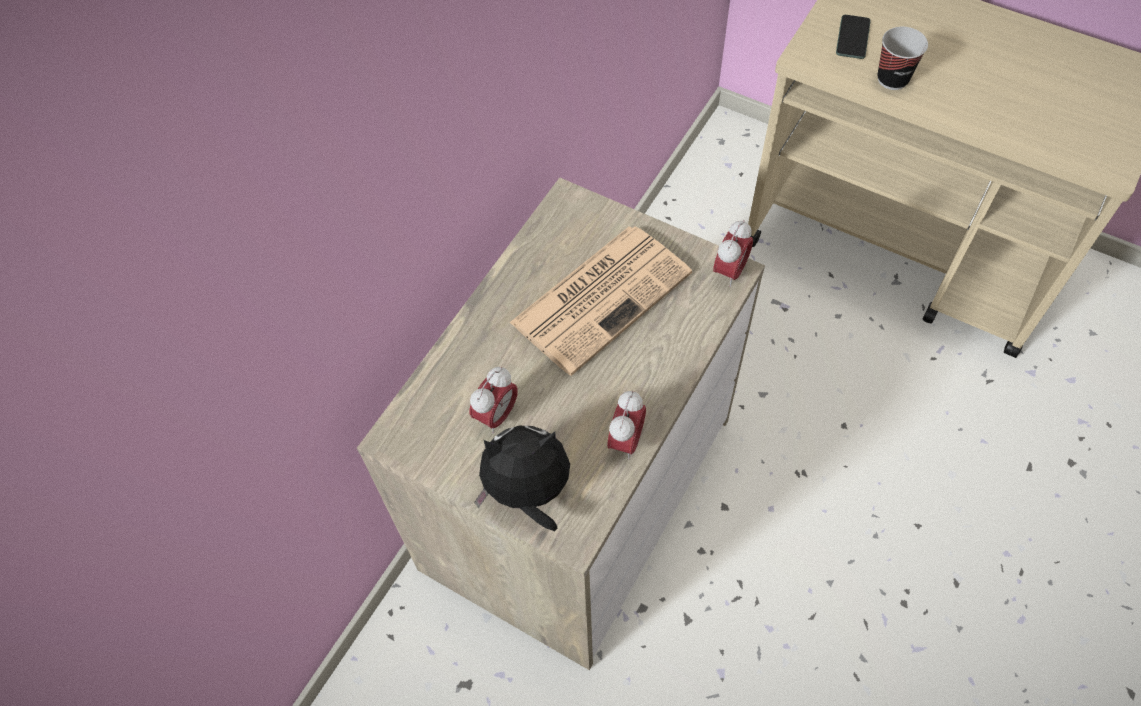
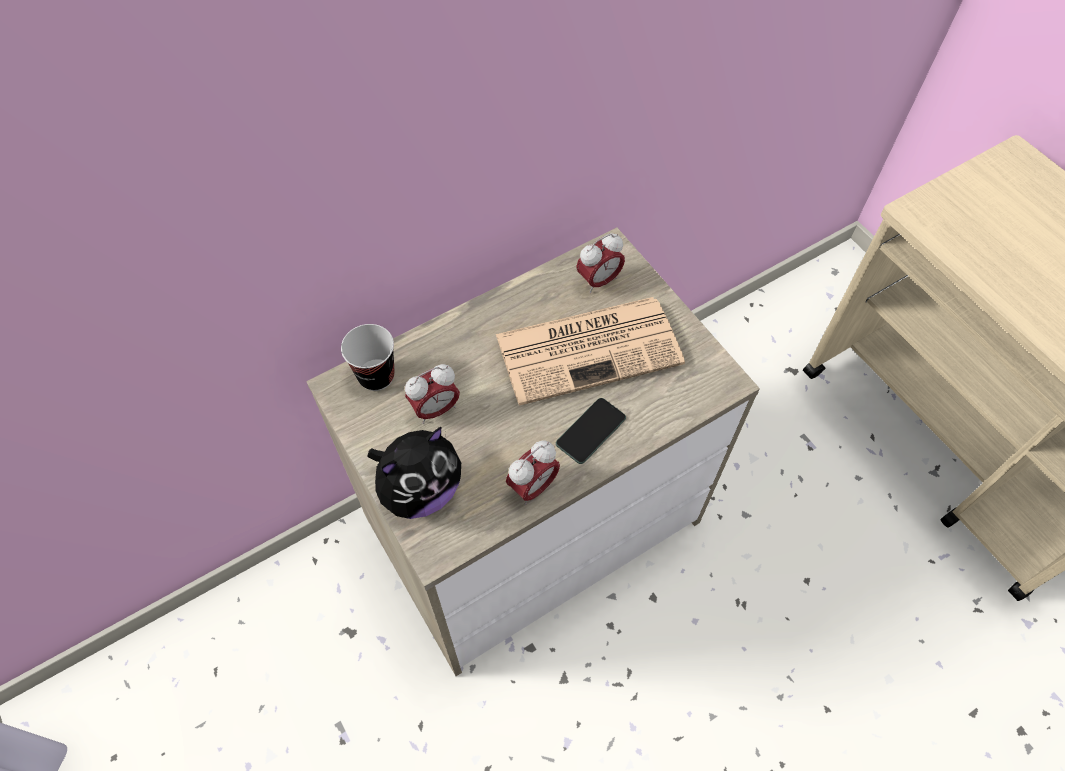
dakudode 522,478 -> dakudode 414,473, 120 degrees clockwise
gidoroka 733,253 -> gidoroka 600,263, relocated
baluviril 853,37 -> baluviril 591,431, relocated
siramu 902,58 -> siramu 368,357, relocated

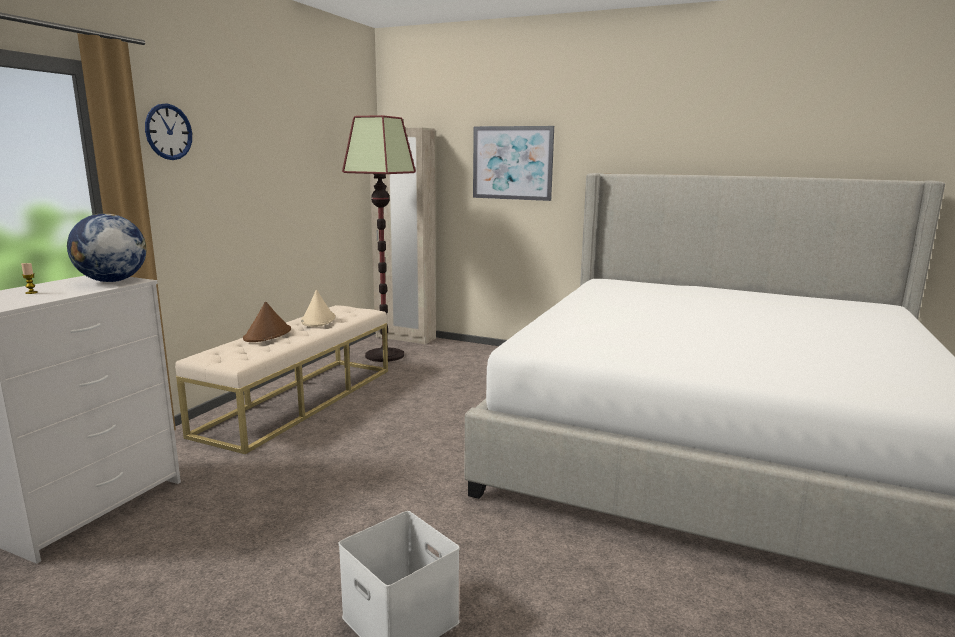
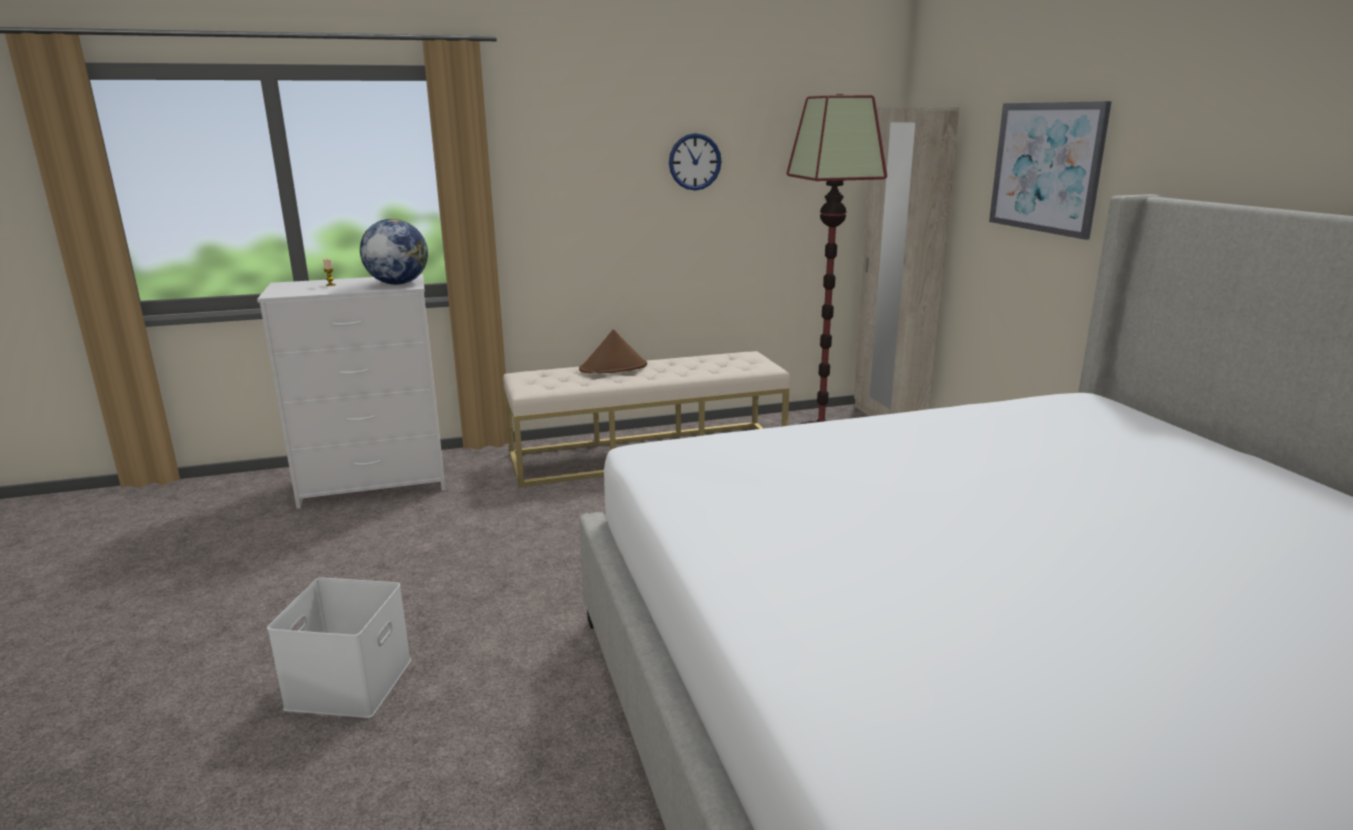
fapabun 168,131 -> fapabun 695,162, relocated
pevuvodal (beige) 318,308 -> none

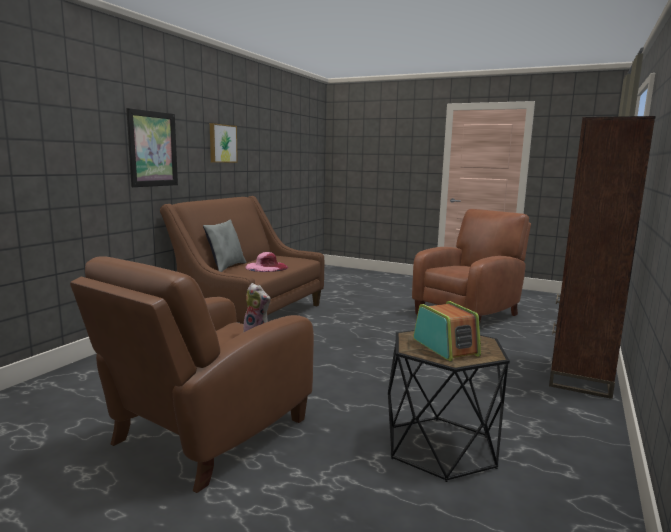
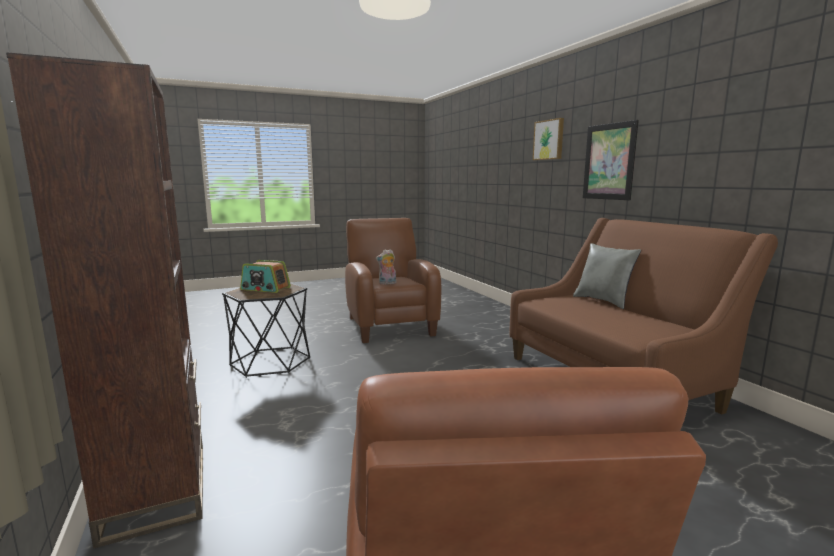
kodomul 224,143 -> kodomul 548,139, relocated
pevuvodal (pink) 266,262 -> none

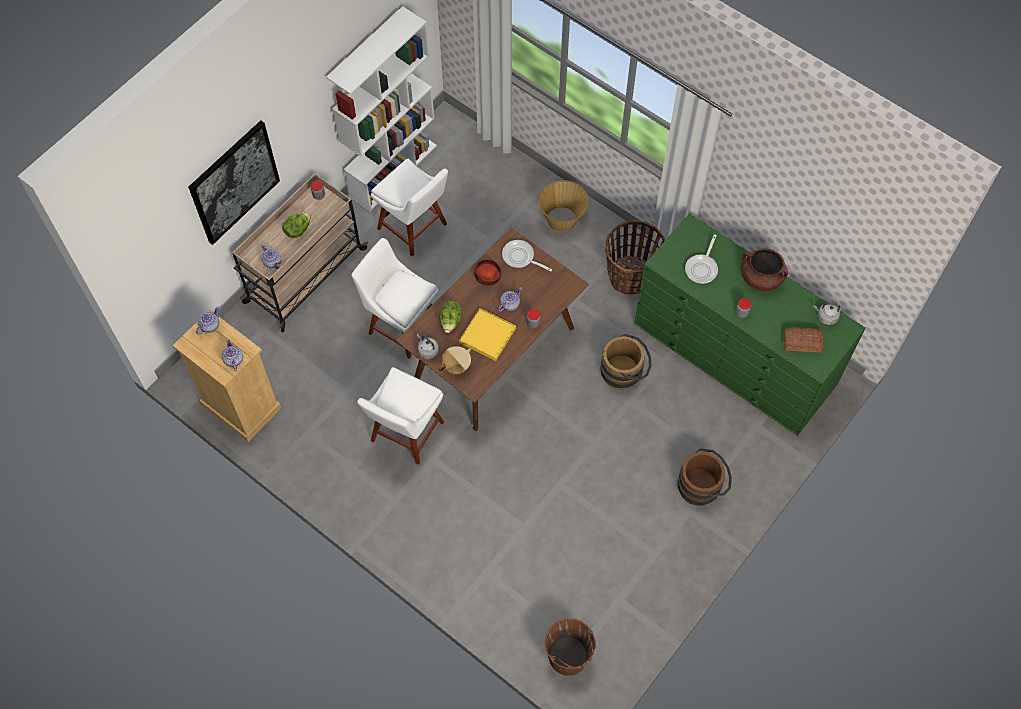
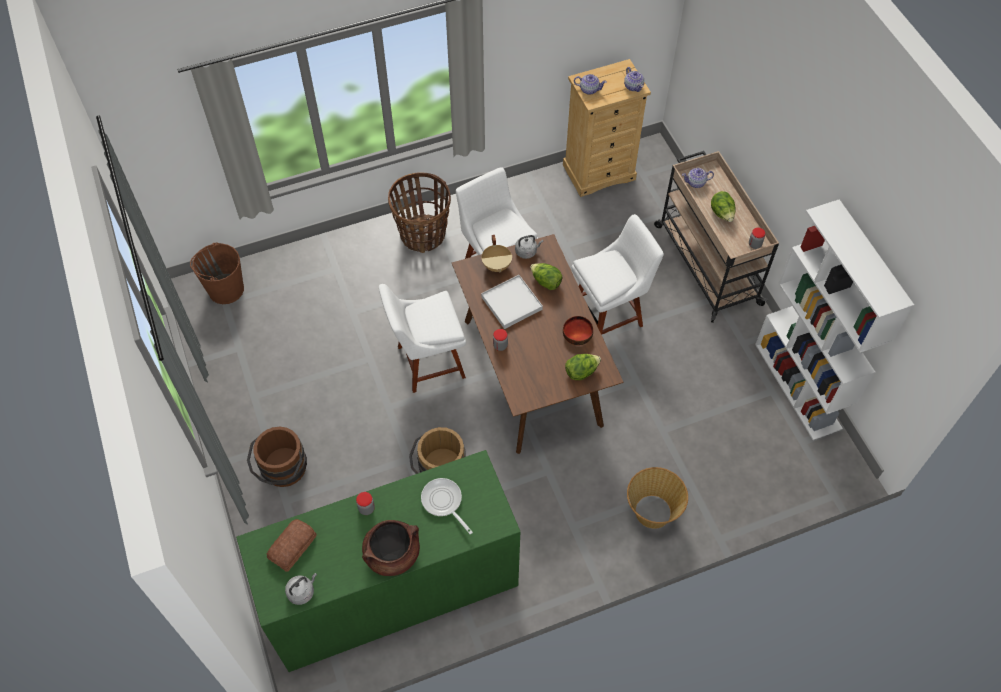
kodomul 234,182 -> none
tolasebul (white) 409,208 -> tolasebul (white) 422,338, relocated
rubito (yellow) 487,334 -> rubito (white) 512,302
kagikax 510,299 -> none
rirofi 527,256 -> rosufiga 583,367
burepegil 635,257 -> burepegil 419,212, relocated

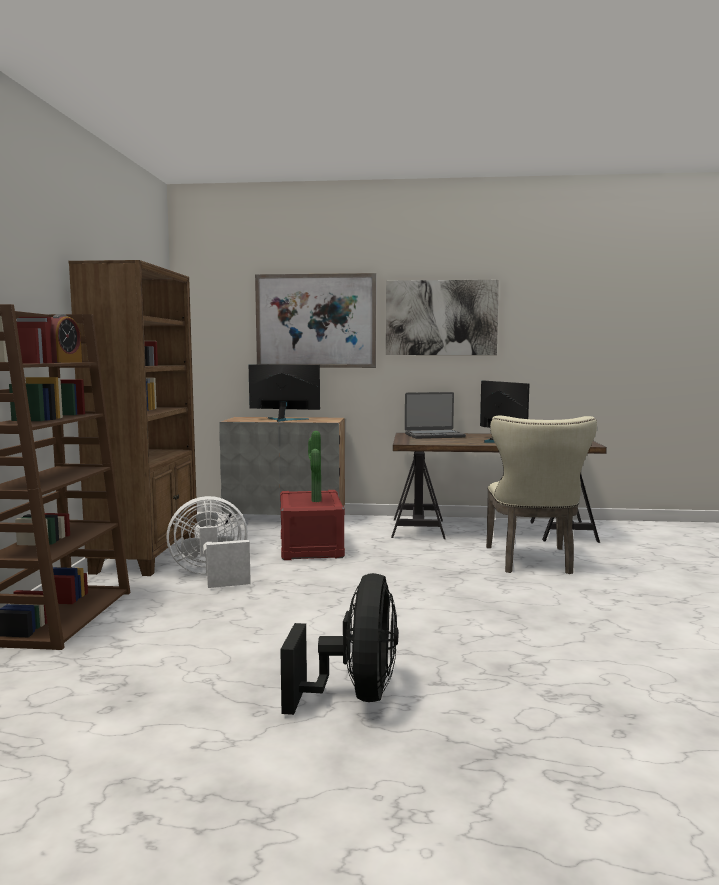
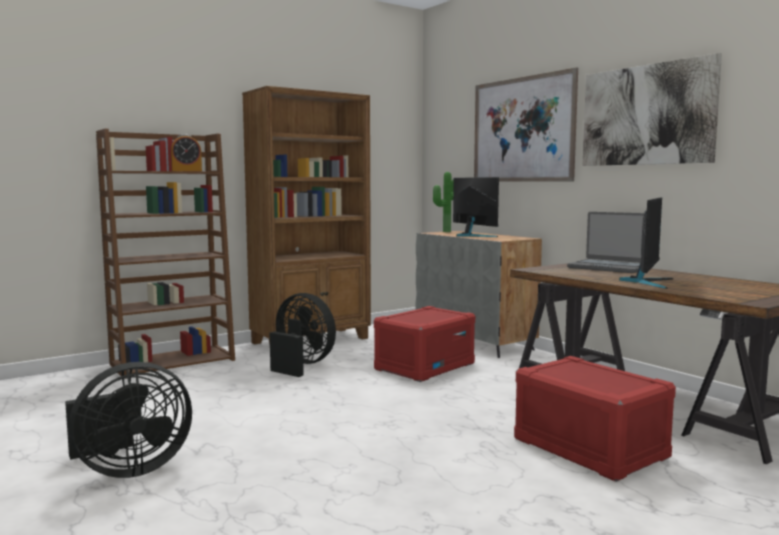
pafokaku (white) 208,542 -> pafokaku (black) 303,335
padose 314,466 -> padose 443,202, relocated
tolasebul (beige) 541,495 -> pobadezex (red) 595,419

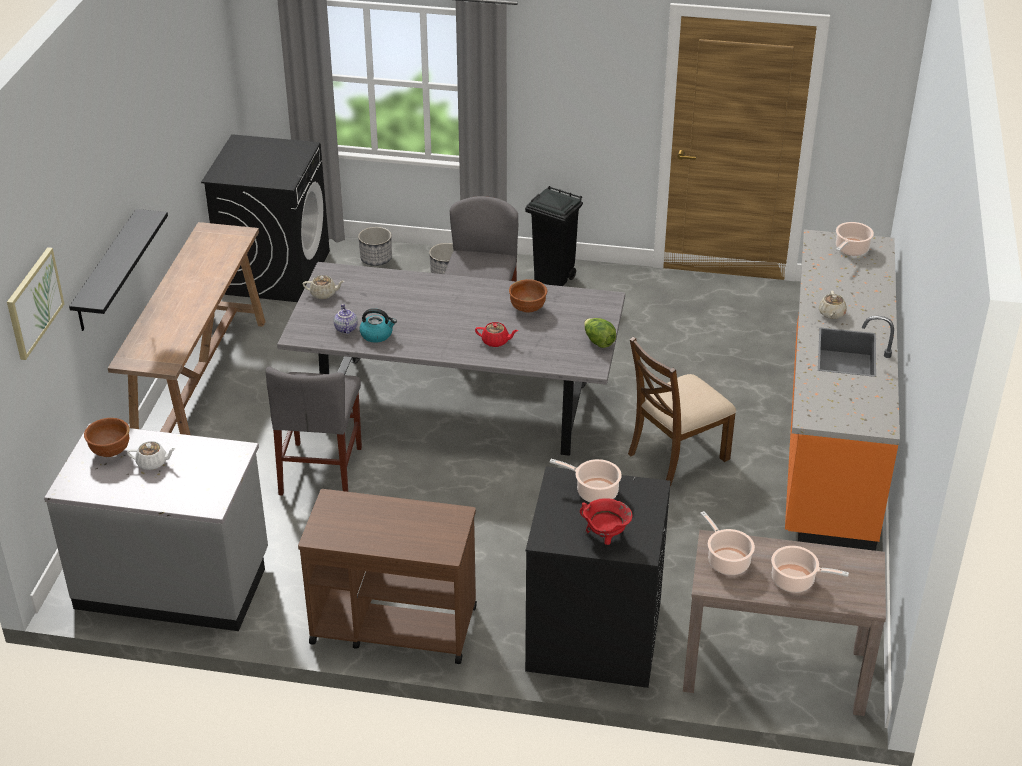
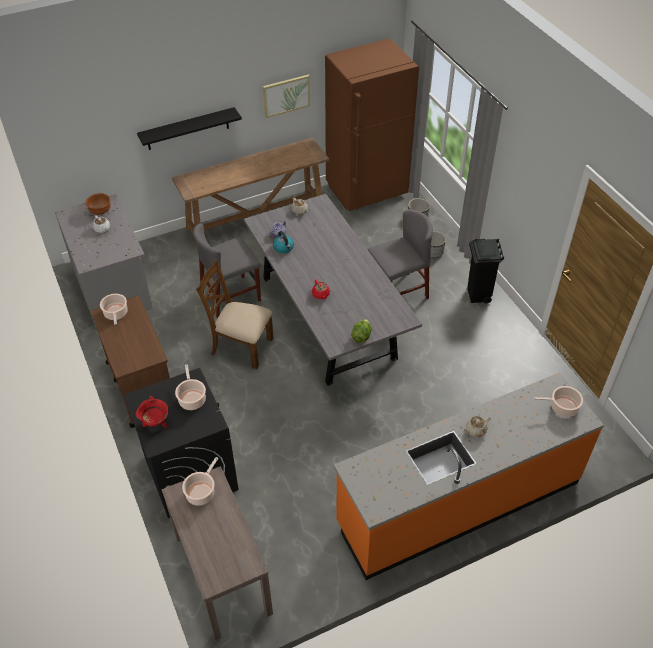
kodomul 35,303 -> kodomul 286,96, relocated
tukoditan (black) 265,218 -> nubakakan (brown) 372,124
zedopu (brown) 528,295 -> none
tolasebul (brown) 682,411 -> tolasebul (brown) 234,314, relocated
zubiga 810,569 -> zubiga 114,309, relocated

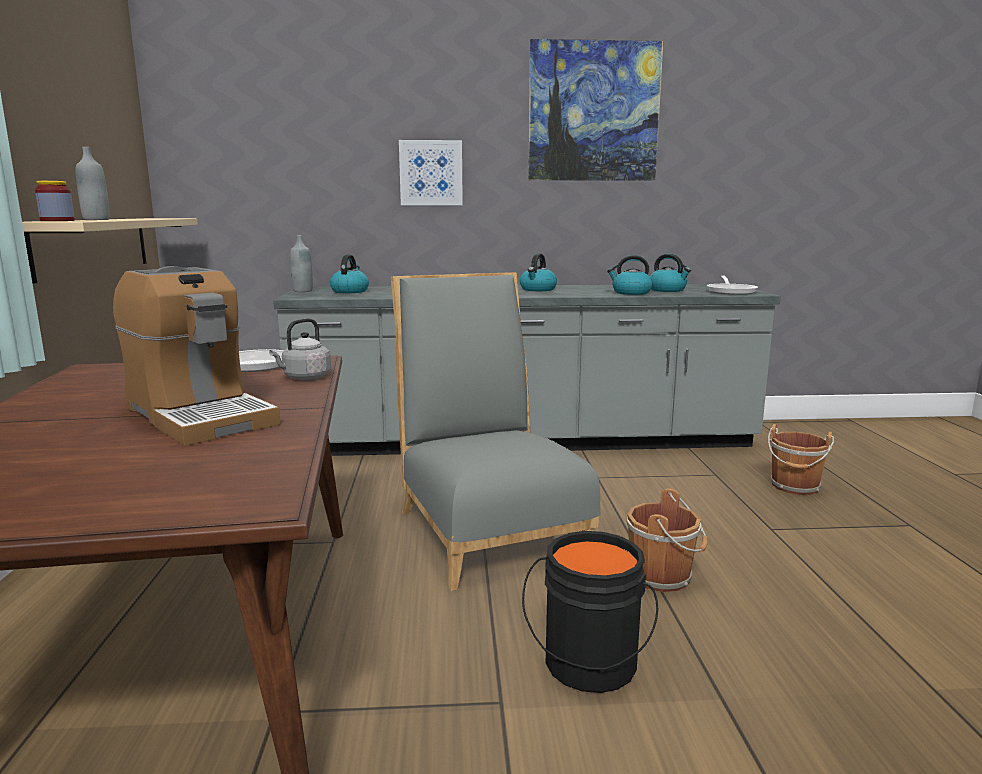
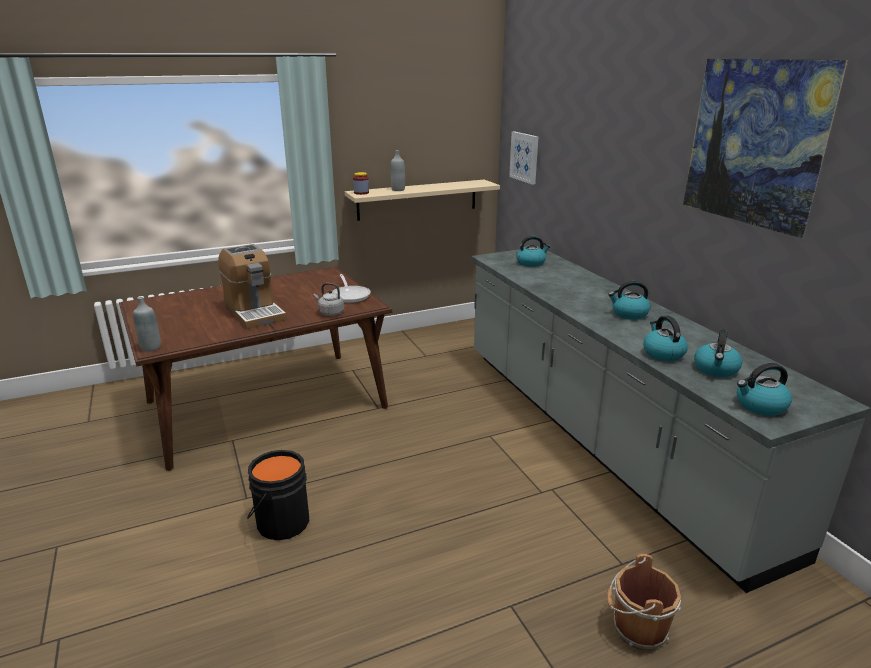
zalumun 196,356 -> zalumun 252,286, 60 degrees counterclockwise
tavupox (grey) 301,263 -> tavupox (grey) 147,324, relocated
tolasebul (grey) 496,431 -> none
kodomul 431,172 -> kodomul 523,158, relocated
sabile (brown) 667,540 -> none
rirofi 732,285 -> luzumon 764,389

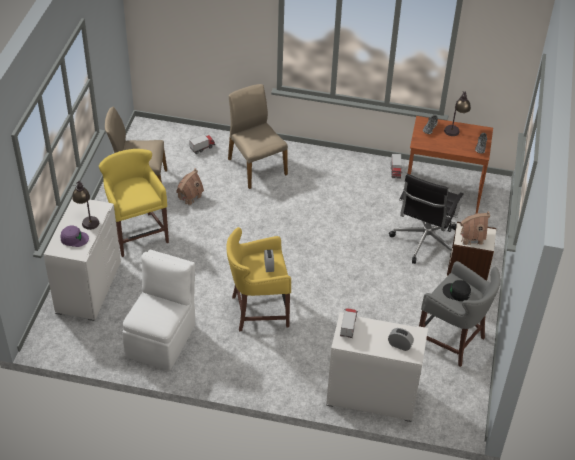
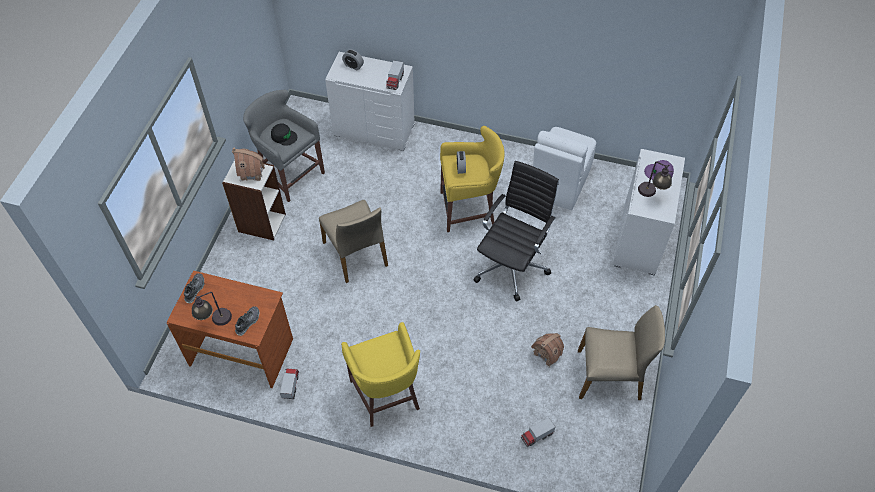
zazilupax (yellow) 134,203 -> zazilupax (yellow) 380,374, relocated
tolasebul (beige) 258,136 -> tolasebul (beige) 353,241, relocated
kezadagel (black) 426,219 -> kezadagel (black) 516,231, relocated

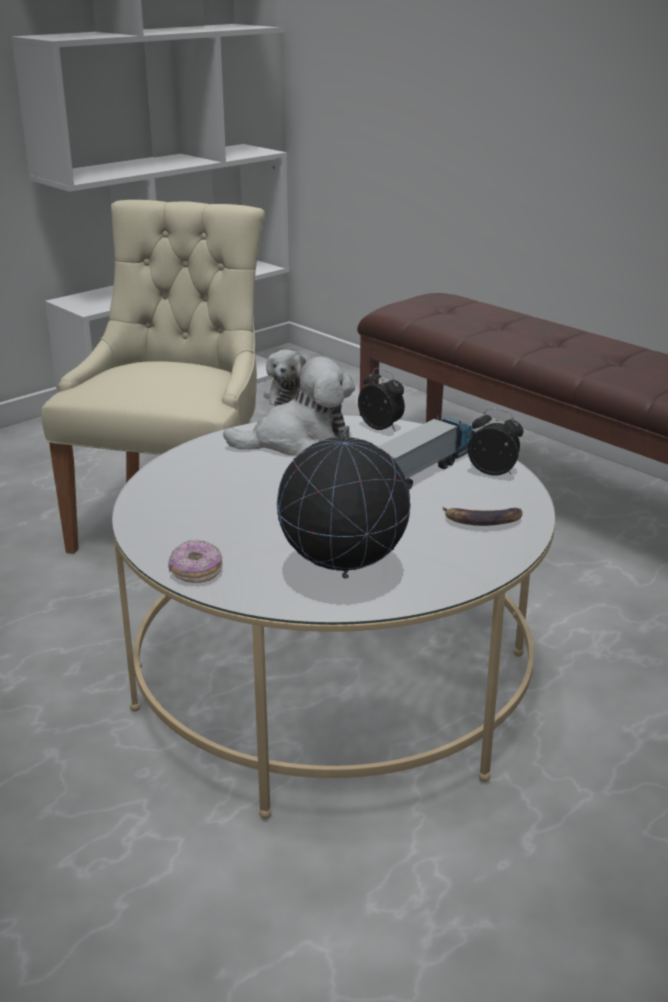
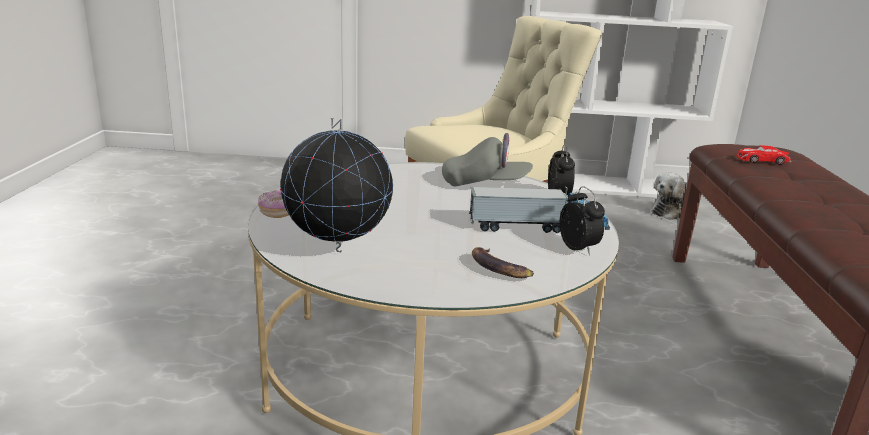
dakudode 289,406 -> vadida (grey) 487,159
none -> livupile 764,155

